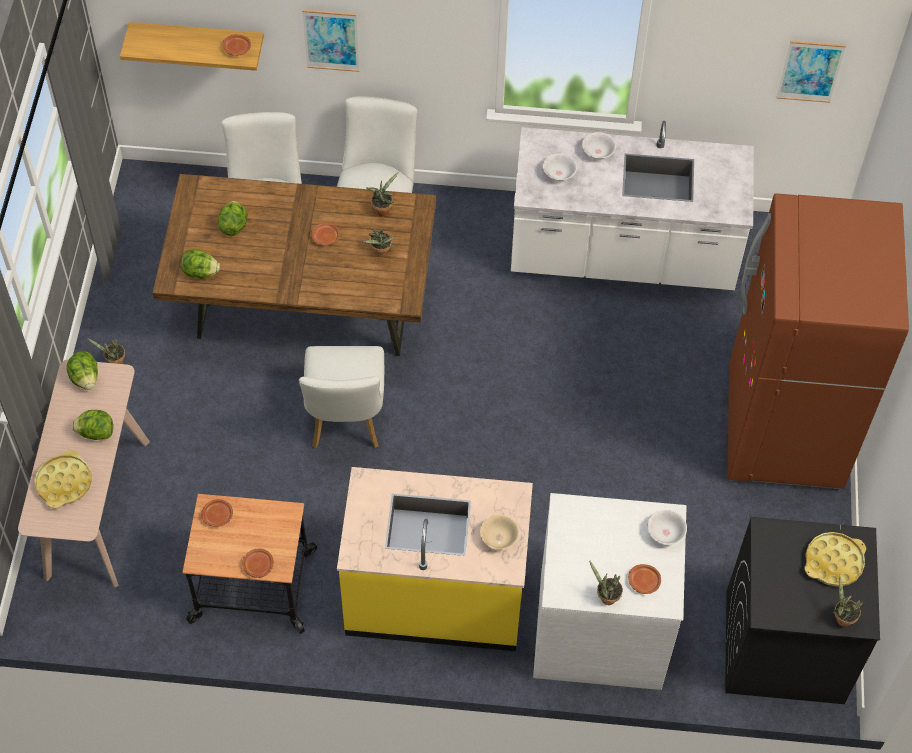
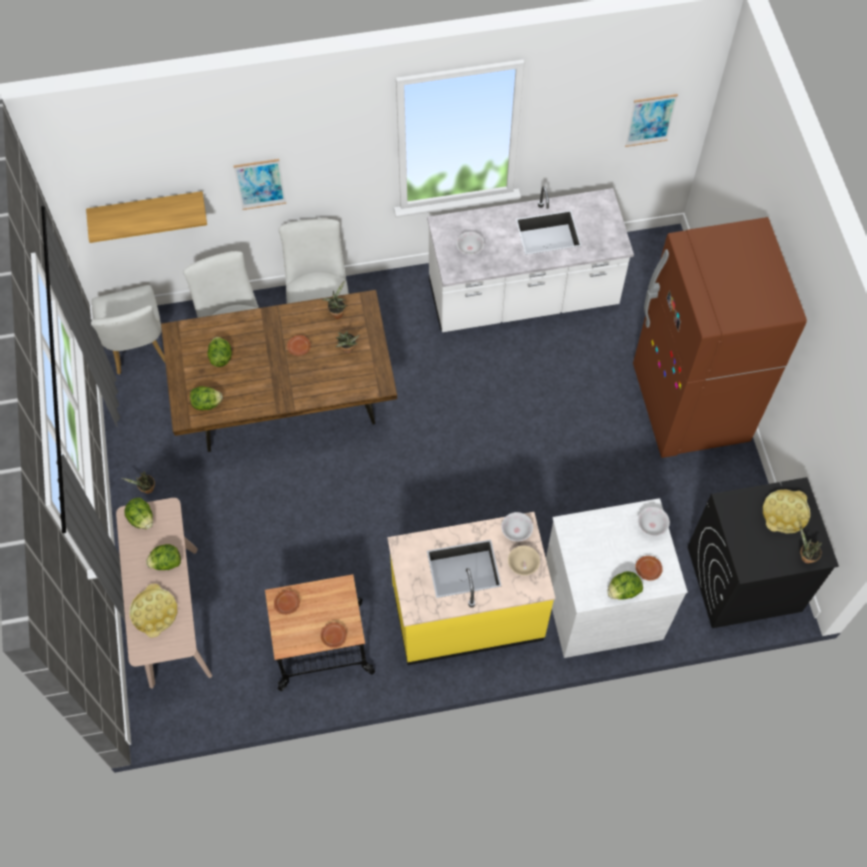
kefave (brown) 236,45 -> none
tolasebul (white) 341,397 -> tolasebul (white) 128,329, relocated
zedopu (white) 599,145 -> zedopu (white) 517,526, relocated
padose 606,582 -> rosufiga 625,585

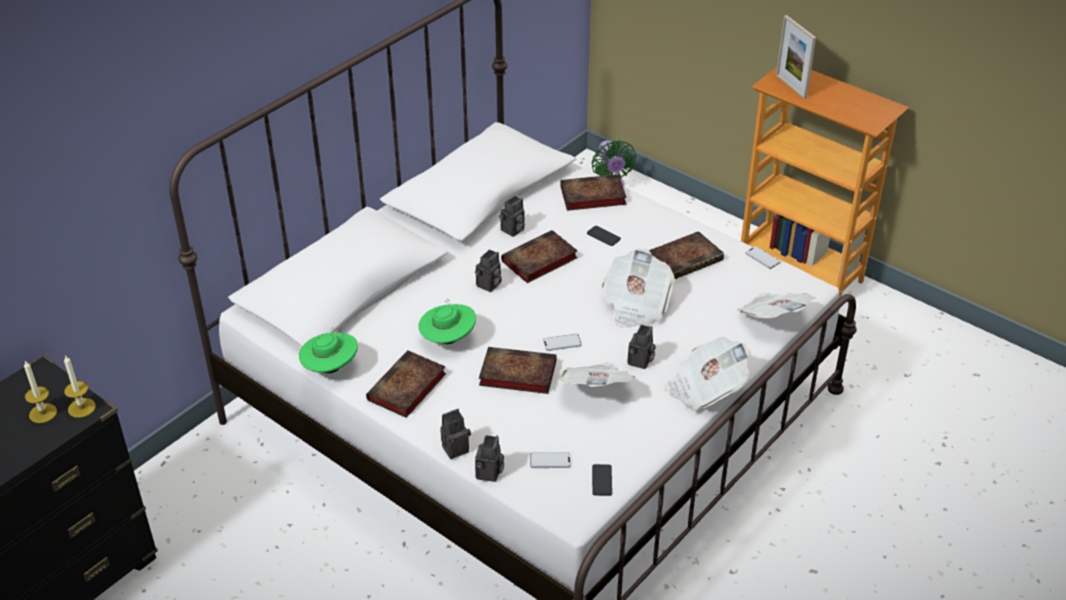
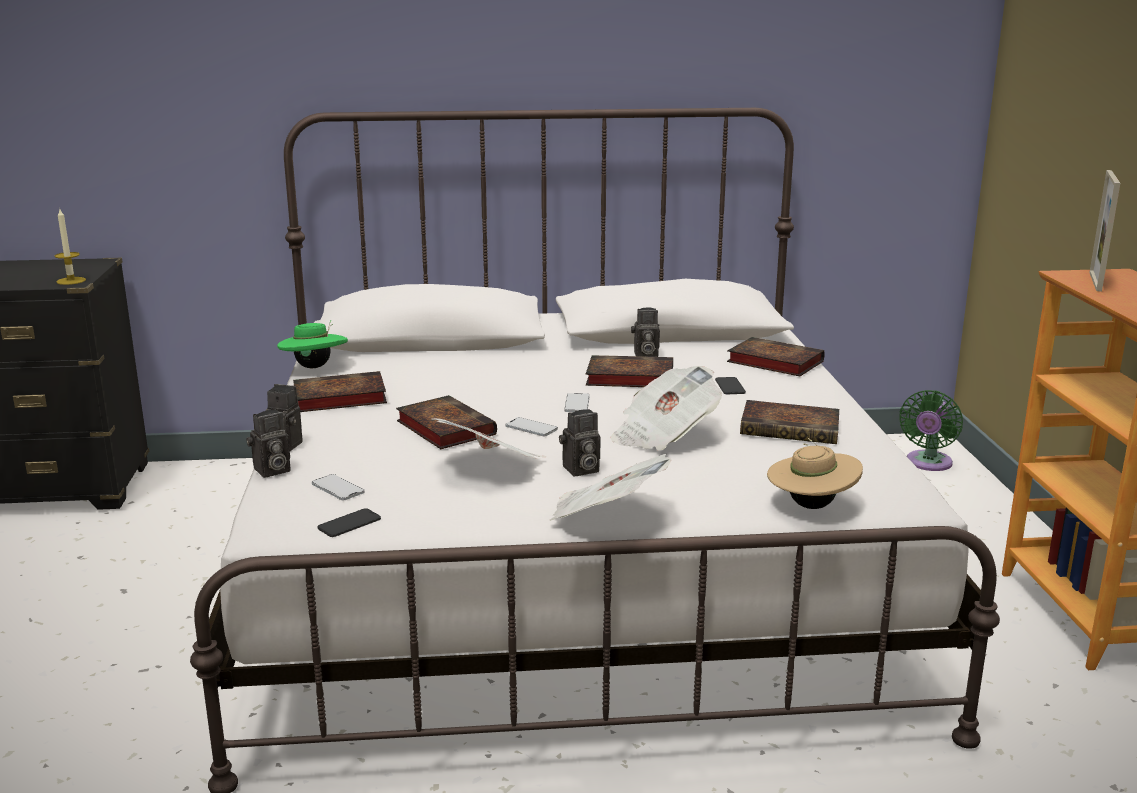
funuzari 40,392 -> none
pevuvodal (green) 447,321 -> none
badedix 488,270 -> none
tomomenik 776,305 -> pevuvodal (beige) 815,473
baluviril 763,257 -> baluviril 577,402, relocated

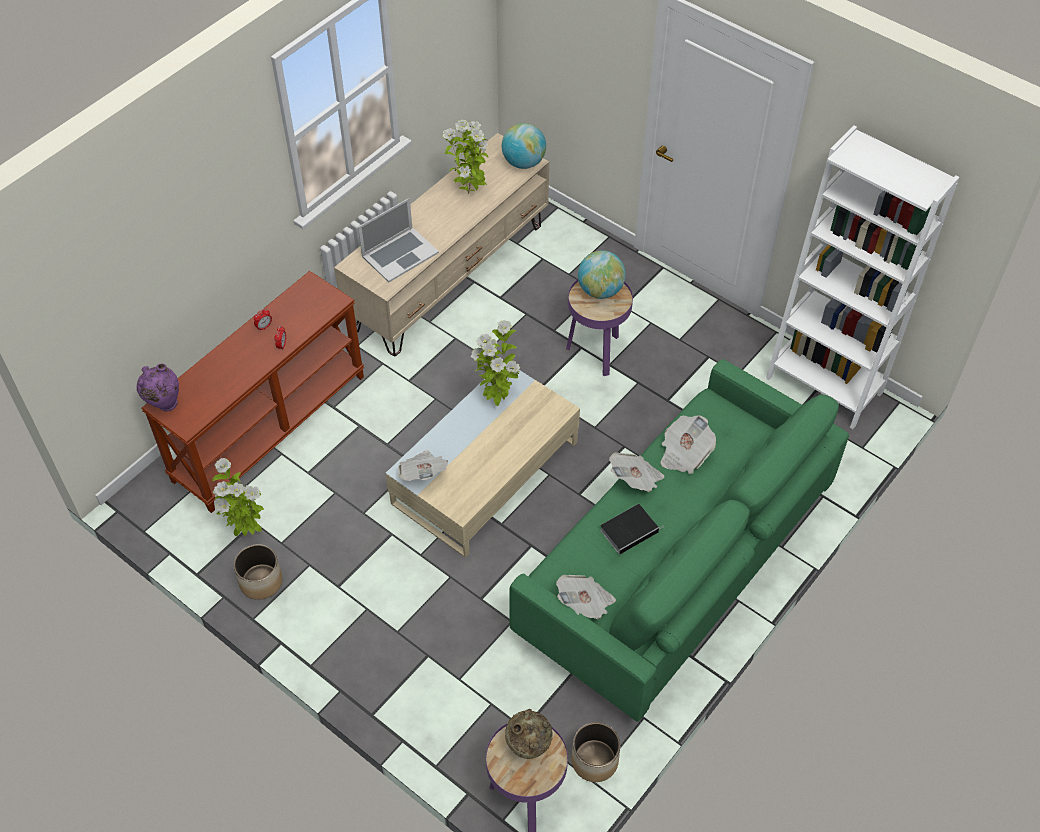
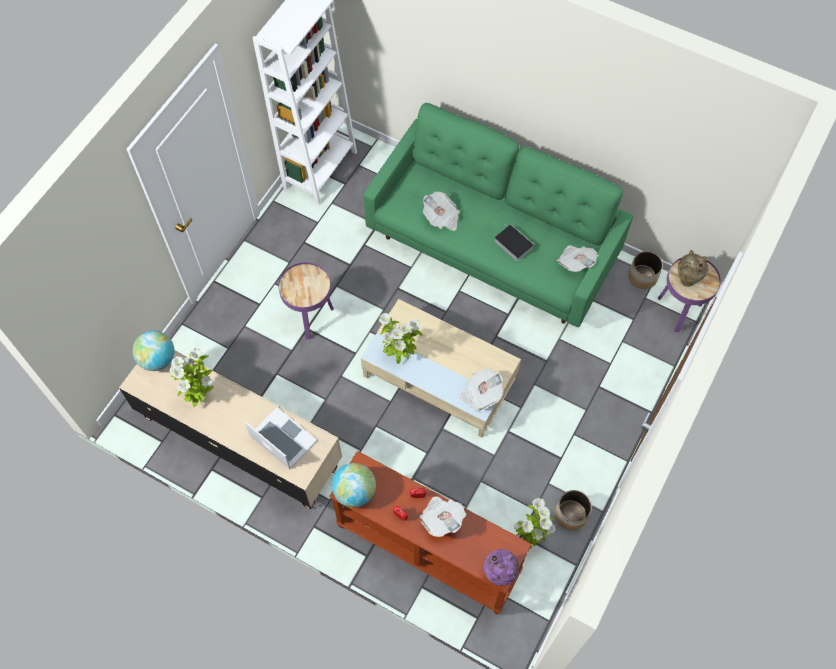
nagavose 602,275 -> nagavose 354,485, relocated
tomomenik 636,472 -> tomomenik 442,516, relocated

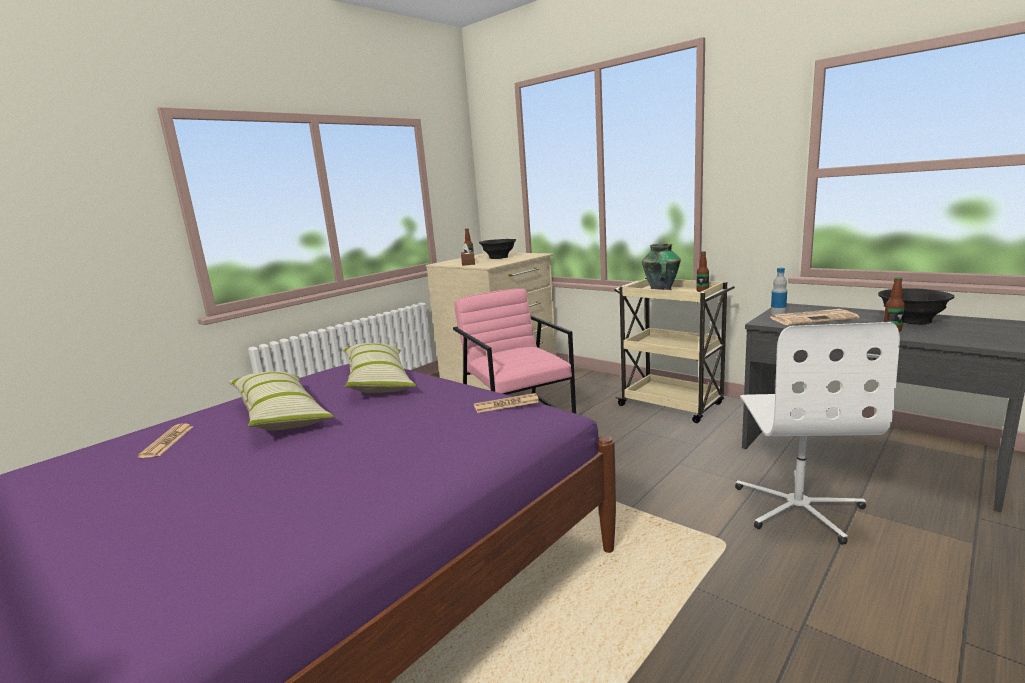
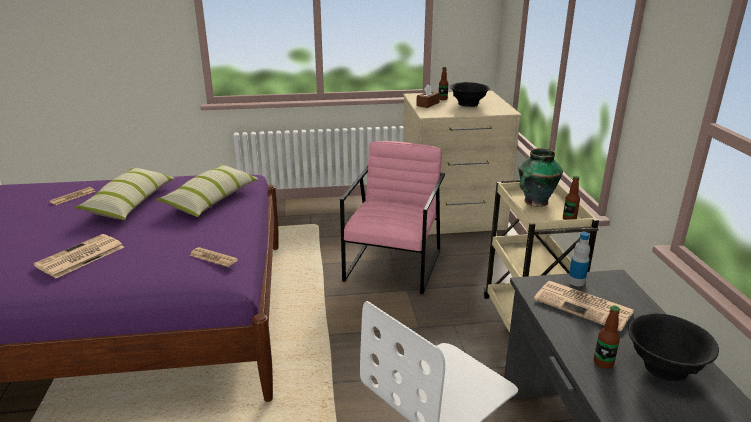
none -> tomomenik 79,256

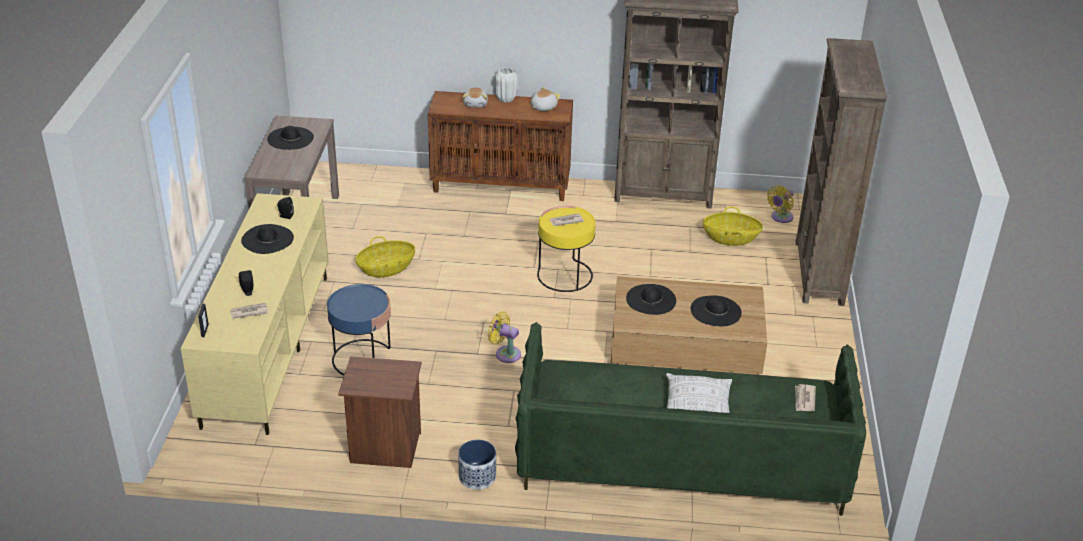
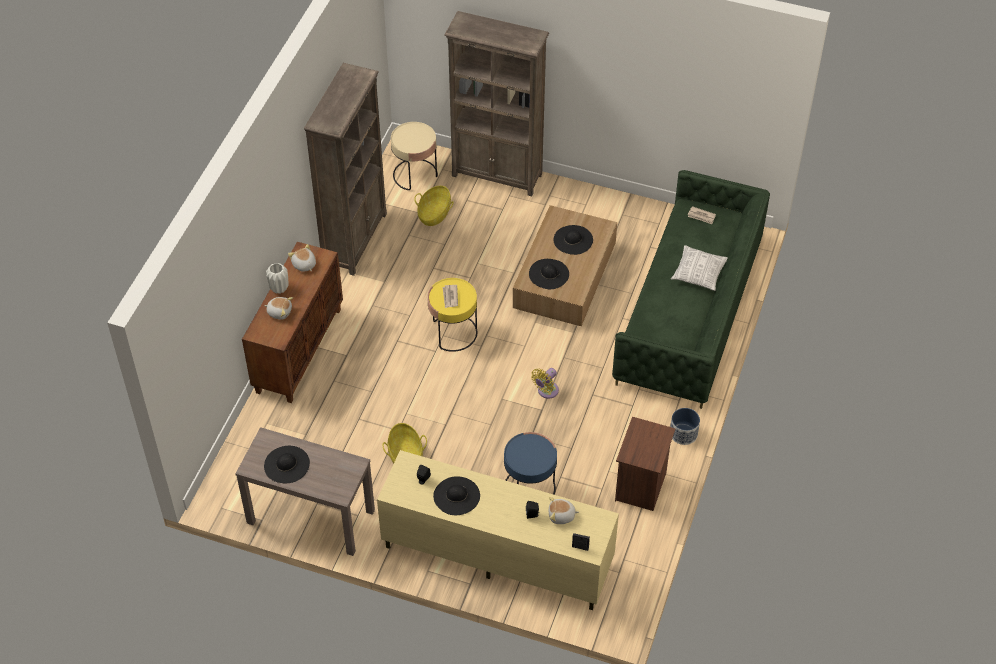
tomomenik 249,311 -> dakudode 564,510
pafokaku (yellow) 780,204 -> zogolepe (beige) 414,156

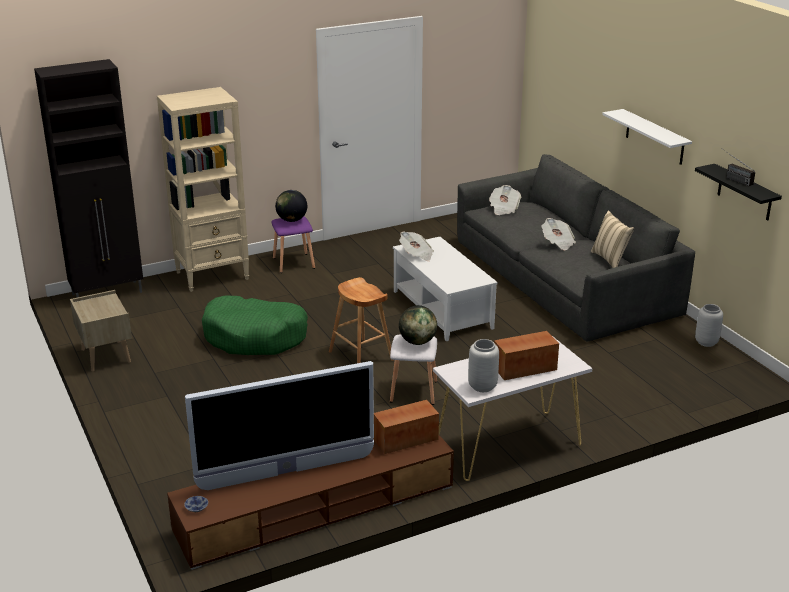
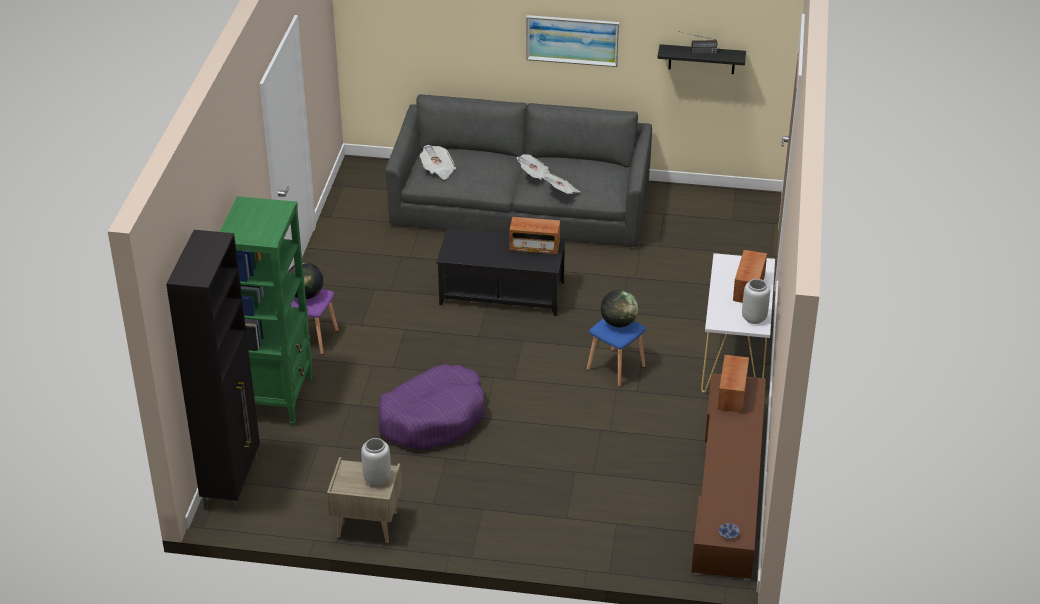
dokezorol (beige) 203,189 -> dokezorol (green) 266,311
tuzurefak 279,425 -> none
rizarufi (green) 255,325 -> rizarufi (purple) 431,406
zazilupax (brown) 361,320 -> none
zazilupax (white) 413,370 -> zazilupax (blue) 616,352
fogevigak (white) 445,289 -> fogevigak (black) 501,272
tomomenik 416,246 -> tomomenik 561,183, relocated
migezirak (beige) 612,239 -> none
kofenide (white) 647,137 -> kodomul 572,41
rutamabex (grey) 709,325 -> rutamabex (grey) 376,462, relocated
none -> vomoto 534,235

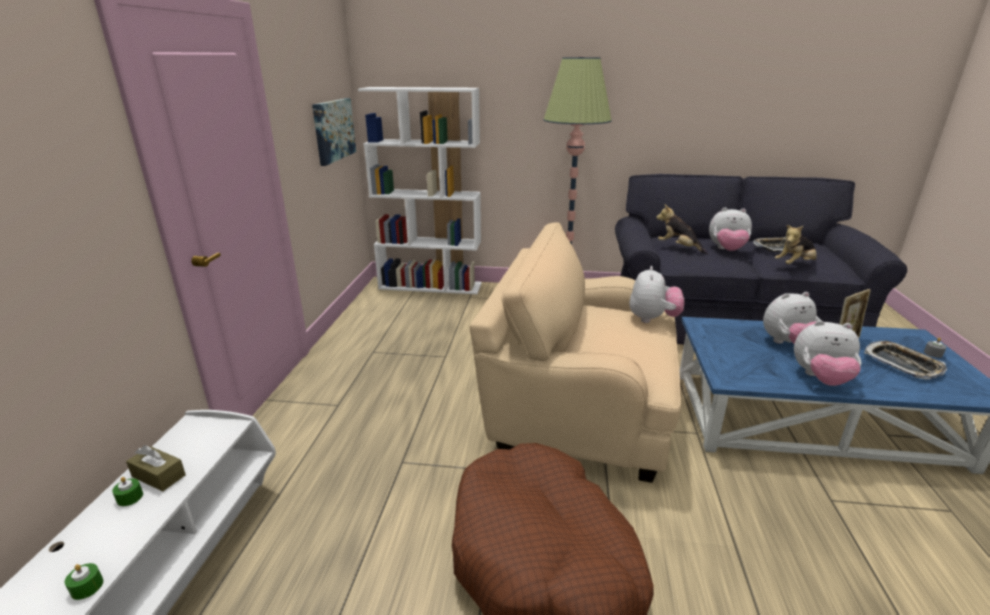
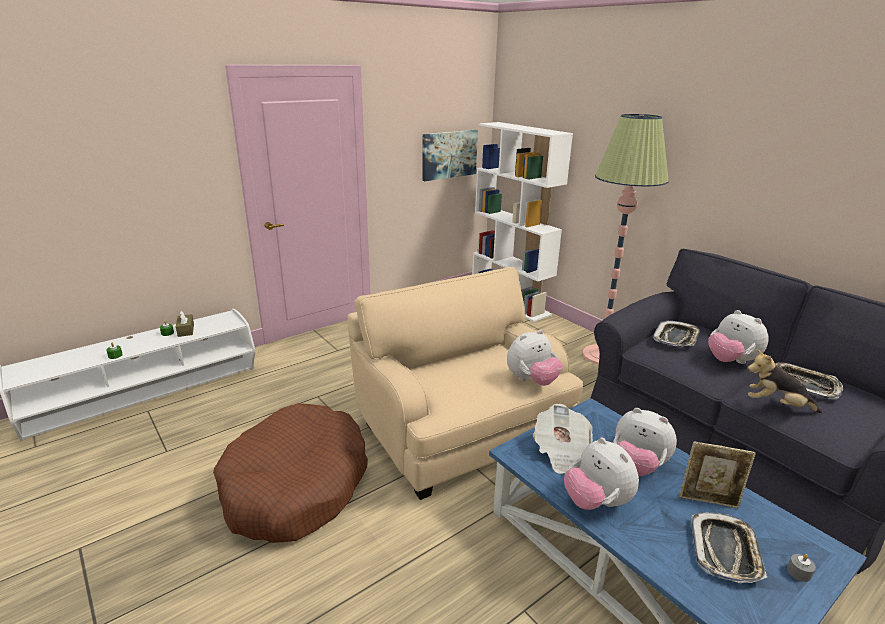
dakudode 682,229 -> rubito 676,333
none -> tomomenik 563,439

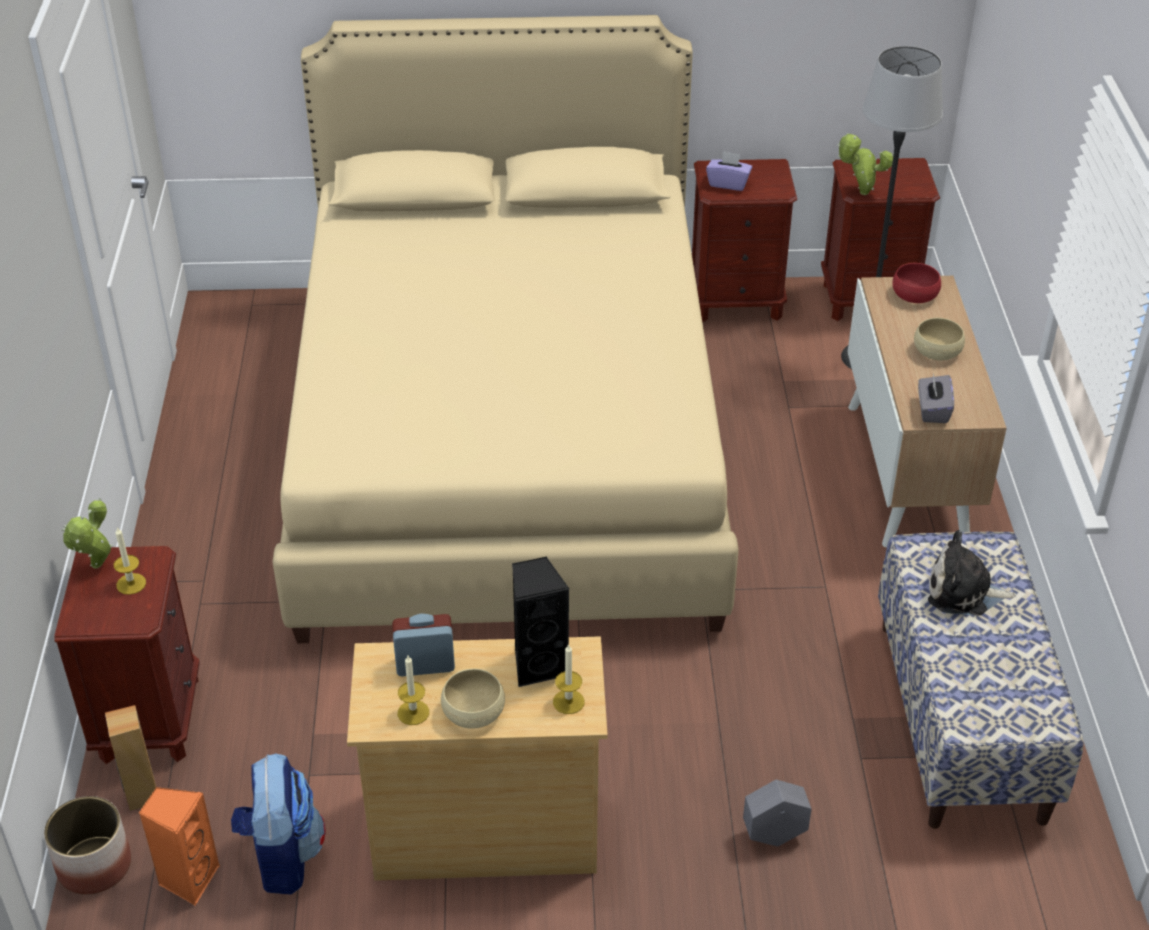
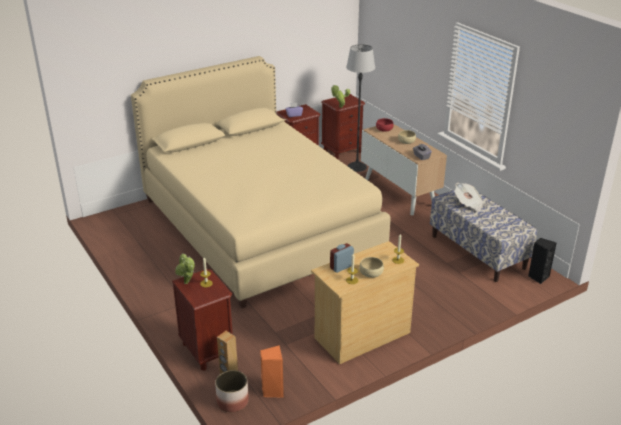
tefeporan 278,824 -> none
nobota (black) 540,621 -> nobota (black) 542,261, relocated
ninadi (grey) 777,813 -> none
dakudode 972,573 -> tomomenik 469,197

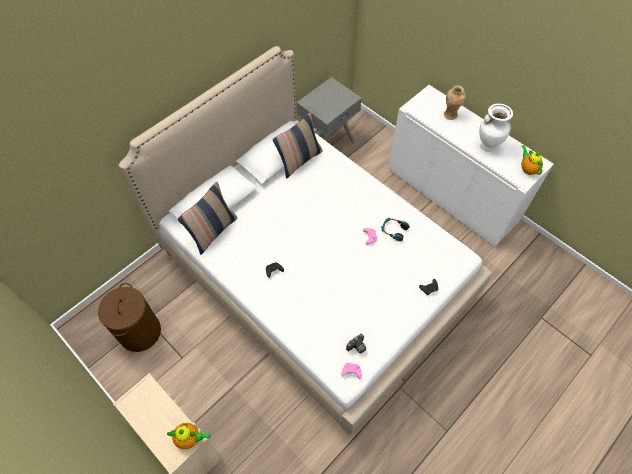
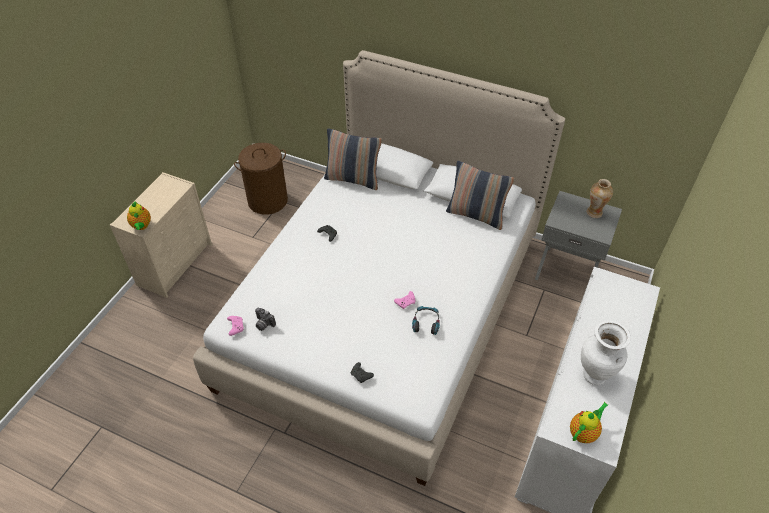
rutamabex 455,102 -> rutamabex 599,198, relocated

